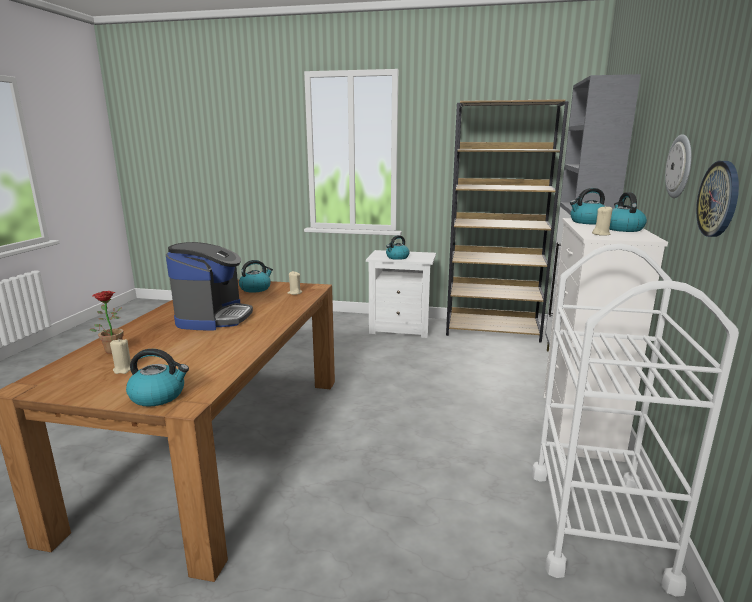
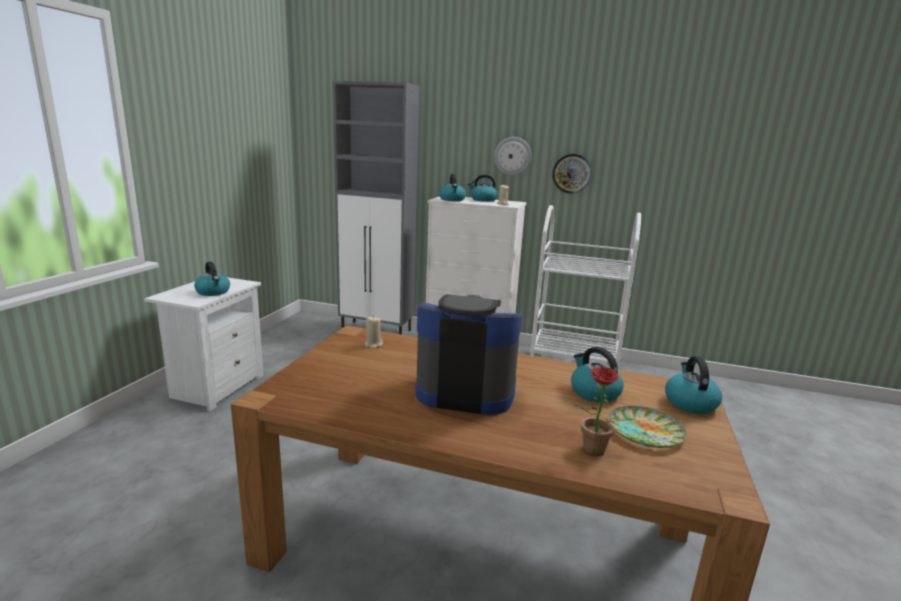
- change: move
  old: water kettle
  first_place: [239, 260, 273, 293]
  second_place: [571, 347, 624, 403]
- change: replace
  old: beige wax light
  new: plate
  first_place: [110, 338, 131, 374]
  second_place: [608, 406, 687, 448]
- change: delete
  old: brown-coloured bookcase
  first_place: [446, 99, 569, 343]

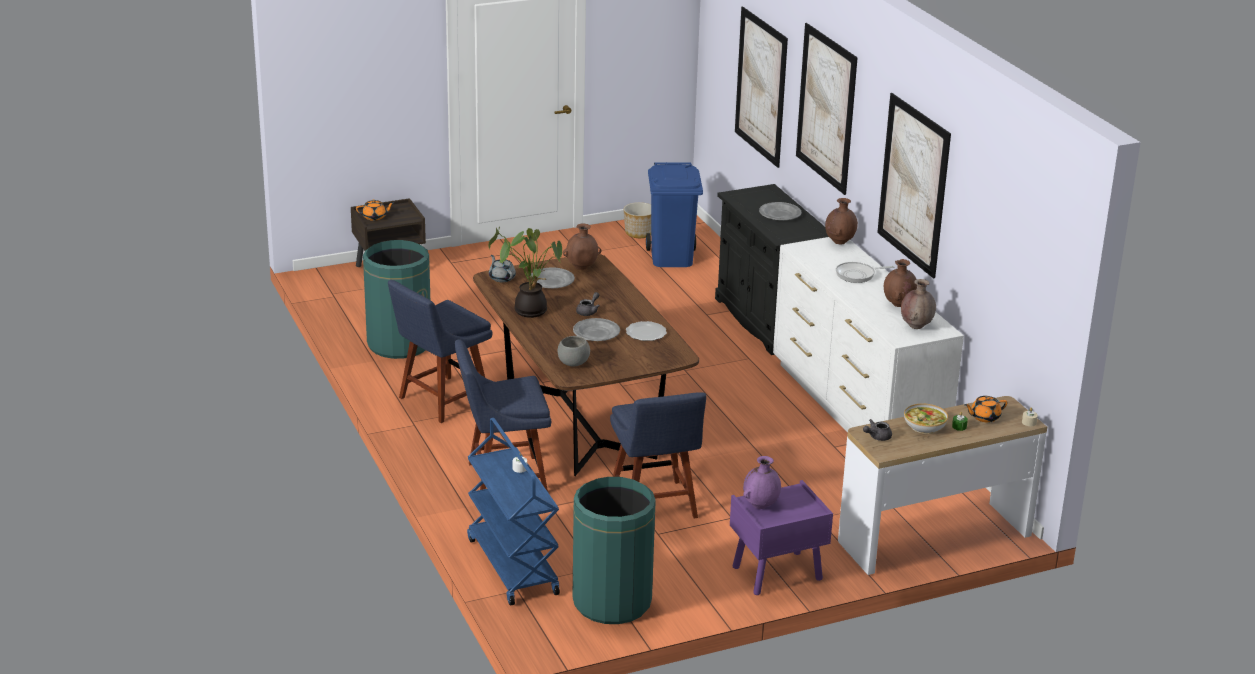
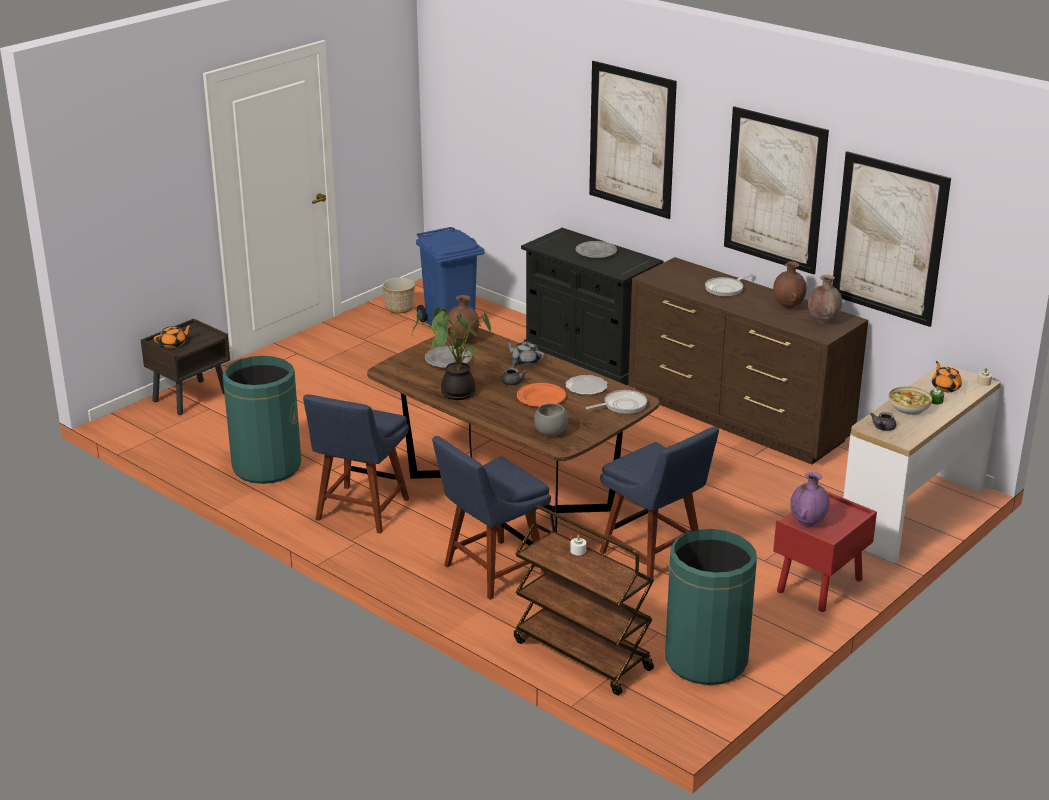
- change: move
  old: greyish teapot
  first_place: [489, 255, 516, 282]
  second_place: [506, 341, 545, 366]
- change: recolor
  old: bluish trolley
  new: brown-coloured trolley
  first_place: [467, 418, 560, 606]
  second_place: [514, 505, 654, 695]
- change: recolor
  old: greyish plate
  new: orangey plate
  first_place: [573, 318, 620, 341]
  second_place: [517, 383, 566, 407]
- change: insert
  new: pan
  second_place: [586, 390, 647, 414]
- change: recolor
  old: white dresser
  new: brown-coloured dresser
  first_place: [773, 237, 964, 433]
  second_place: [628, 257, 868, 465]
- change: recolor
  old: purple bedside table
  new: reddish bedside table
  first_place: [730, 480, 833, 595]
  second_place: [773, 491, 877, 612]
- change: move
  old: wall picture
  first_place: [735, 7, 788, 168]
  second_place: [832, 151, 951, 327]
- change: rotate
  old: orangey teapot
  first_place: [964, 396, 1007, 423]
  second_place: [932, 361, 962, 392]
  degrees: 120
- change: delete
  old: brown-coloured flower vase
  first_place: [825, 198, 858, 245]

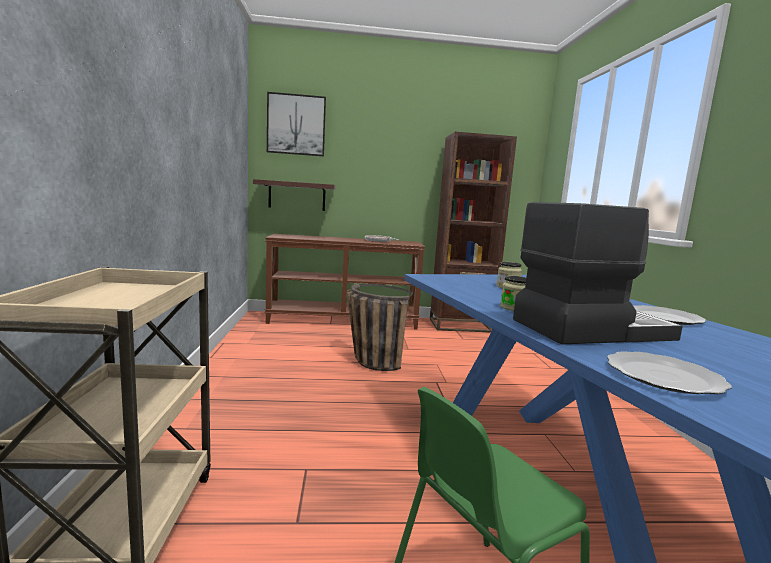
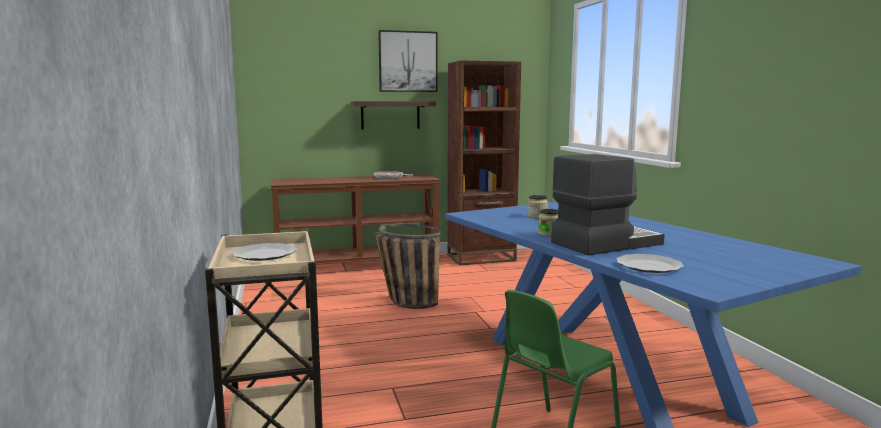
- change: move
  old: plate
  first_place: [634, 305, 707, 325]
  second_place: [231, 243, 297, 261]
- change: move
  old: shelf
  first_place: [253, 179, 335, 211]
  second_place: [350, 101, 436, 129]
- change: move
  old: wall picture
  first_place: [267, 92, 326, 156]
  second_place: [378, 30, 438, 92]

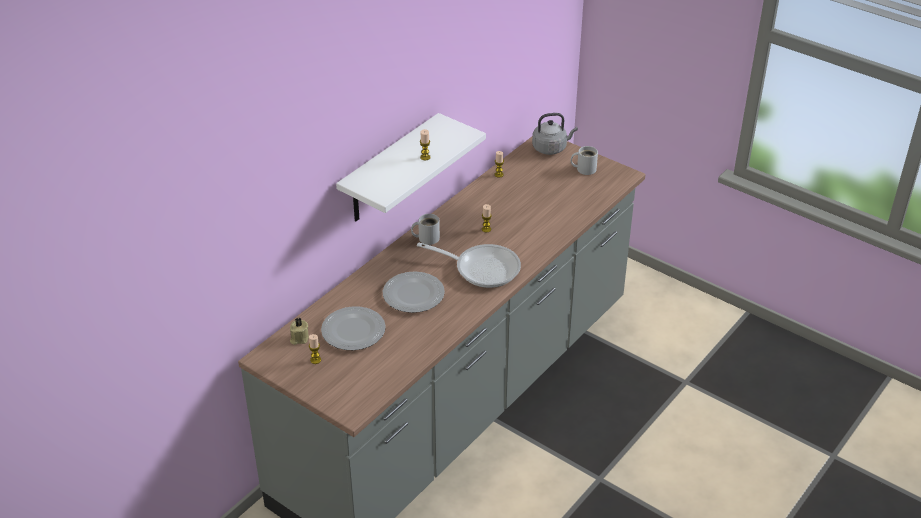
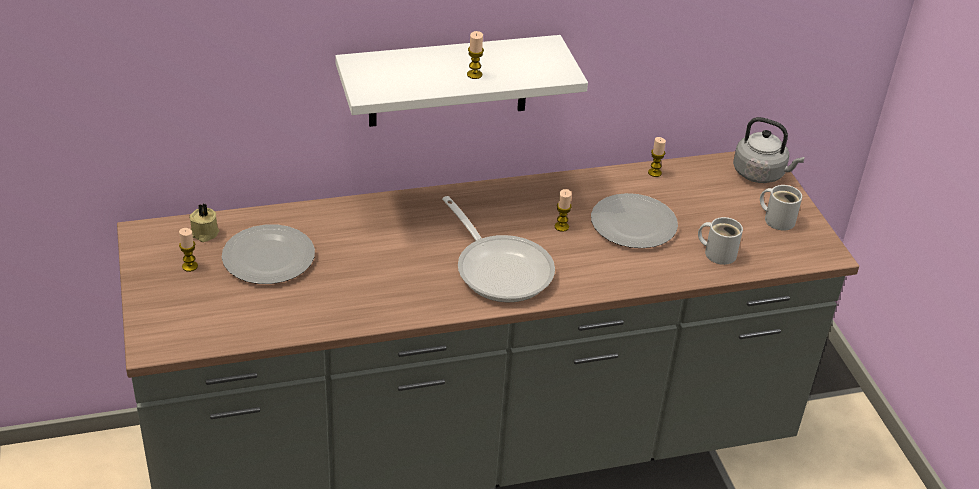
- change: move
  old: plate
  first_place: [383, 271, 445, 313]
  second_place: [591, 193, 678, 248]
- change: move
  old: white coffee mug
  first_place: [411, 214, 440, 245]
  second_place: [698, 217, 743, 265]

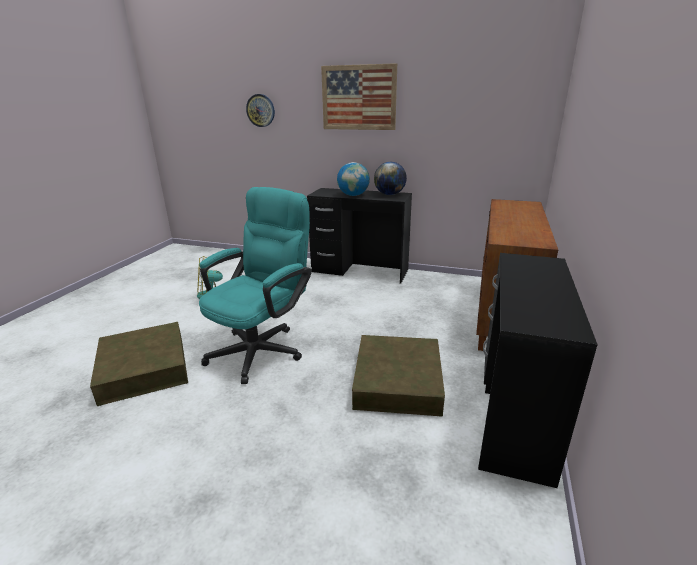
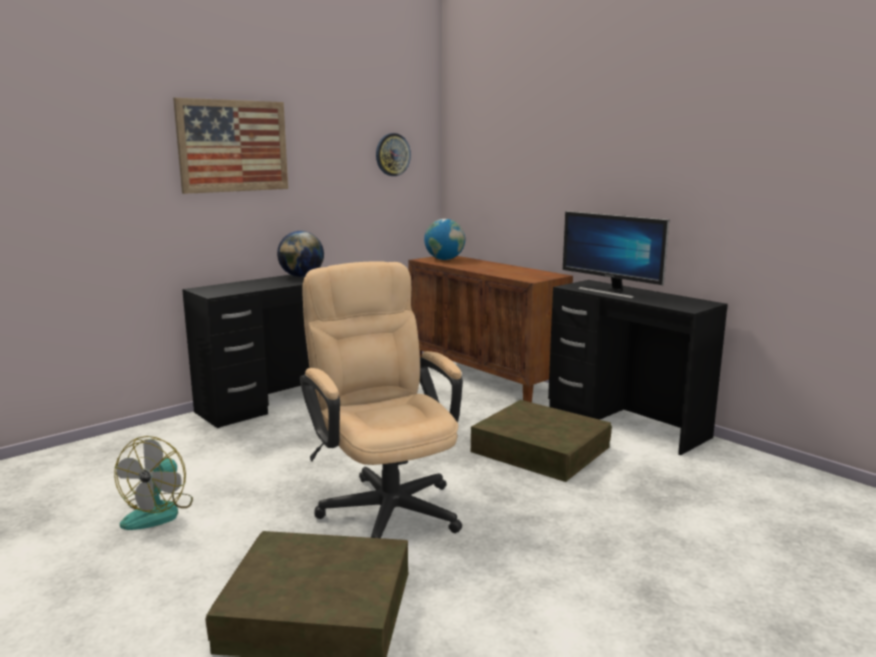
- change: recolor
  old: turquoise office chair
  new: beige office chair
  first_place: [199, 187, 312, 384]
  second_place: [300, 261, 463, 538]
- change: move
  old: hanging clock
  first_place: [246, 94, 275, 127]
  second_place: [376, 133, 411, 176]
- change: move
  old: globe
  first_place: [337, 162, 370, 196]
  second_place: [424, 219, 465, 260]
- change: insert
  new: computer screen
  second_place: [563, 211, 669, 299]

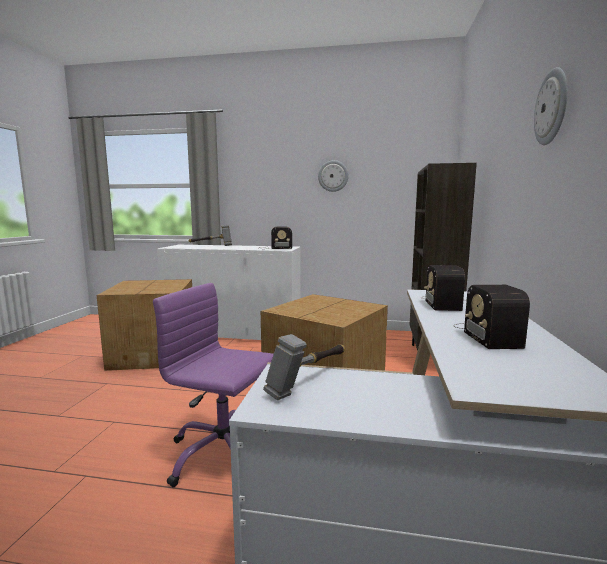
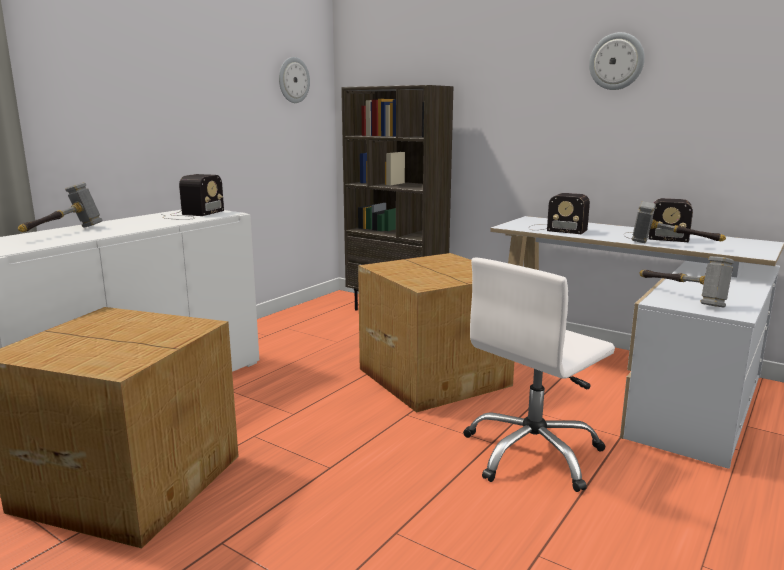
- change: move
  old: hanging clock
  first_place: [318, 160, 348, 192]
  second_place: [279, 57, 310, 103]
- change: recolor
  old: purple office chair
  new: white office chair
  first_place: [153, 283, 274, 488]
  second_place: [463, 258, 615, 492]
- change: insert
  new: tool hammer
  second_place: [631, 201, 726, 243]

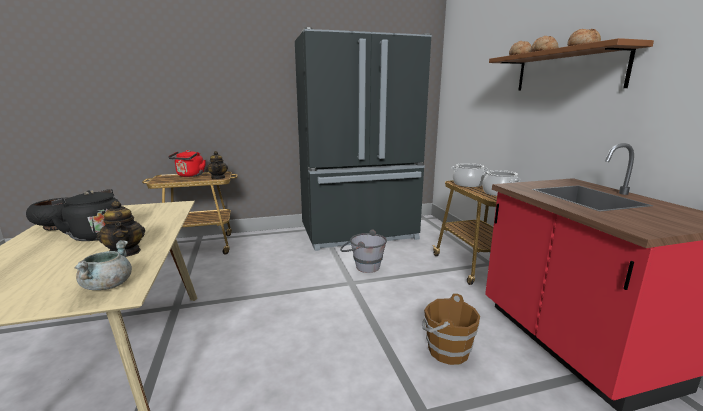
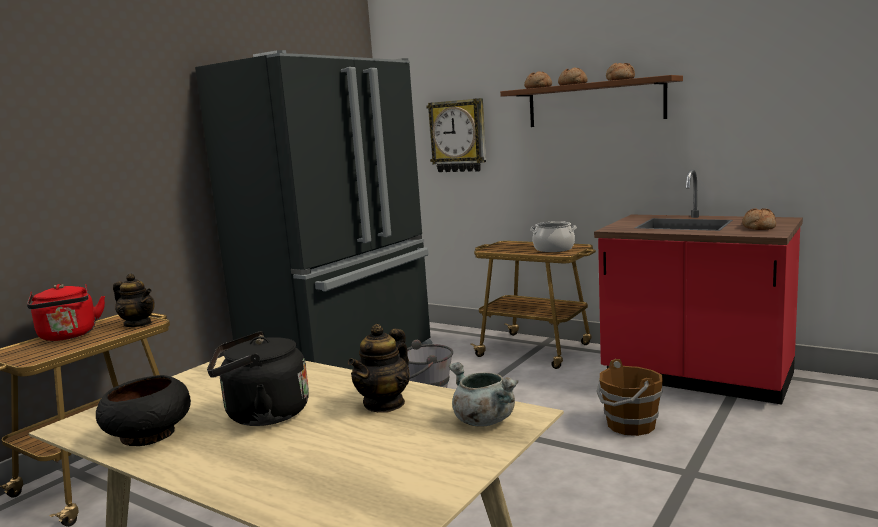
- change: rotate
  old: teapot
  first_place: [97, 201, 145, 257]
  second_place: [348, 324, 410, 413]
  degrees: 105
- change: insert
  new: hanging clock
  second_place: [426, 98, 486, 172]
- change: insert
  new: bread
  second_place: [742, 208, 776, 230]
- change: delete
  old: stockpot
  first_place: [452, 163, 488, 187]

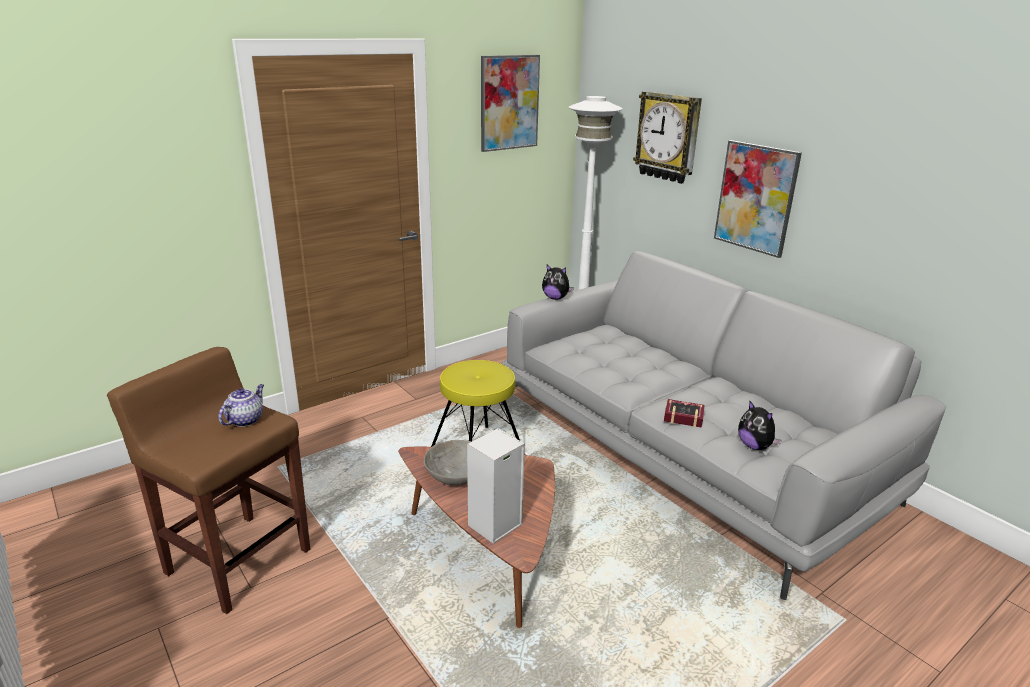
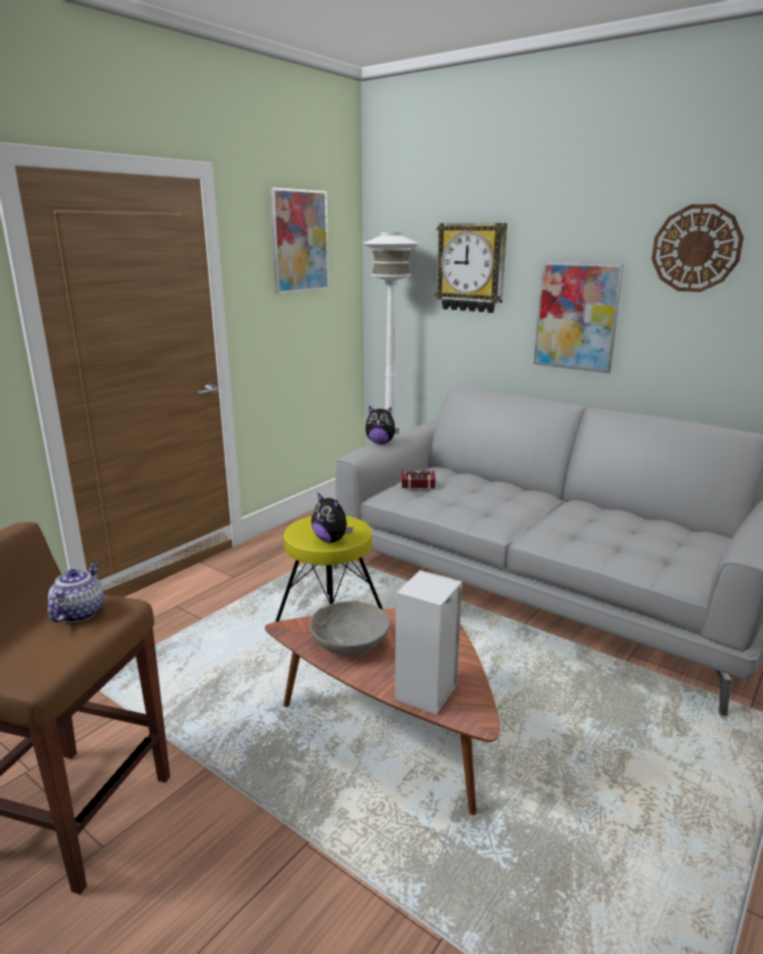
- change: move
  old: cuddly toy
  first_place: [738, 400, 782, 450]
  second_place: [311, 493, 353, 543]
- change: move
  old: book
  first_place: [664, 399, 705, 428]
  second_place: [402, 471, 436, 489]
- change: insert
  new: hanging clock
  second_place: [652, 204, 744, 292]

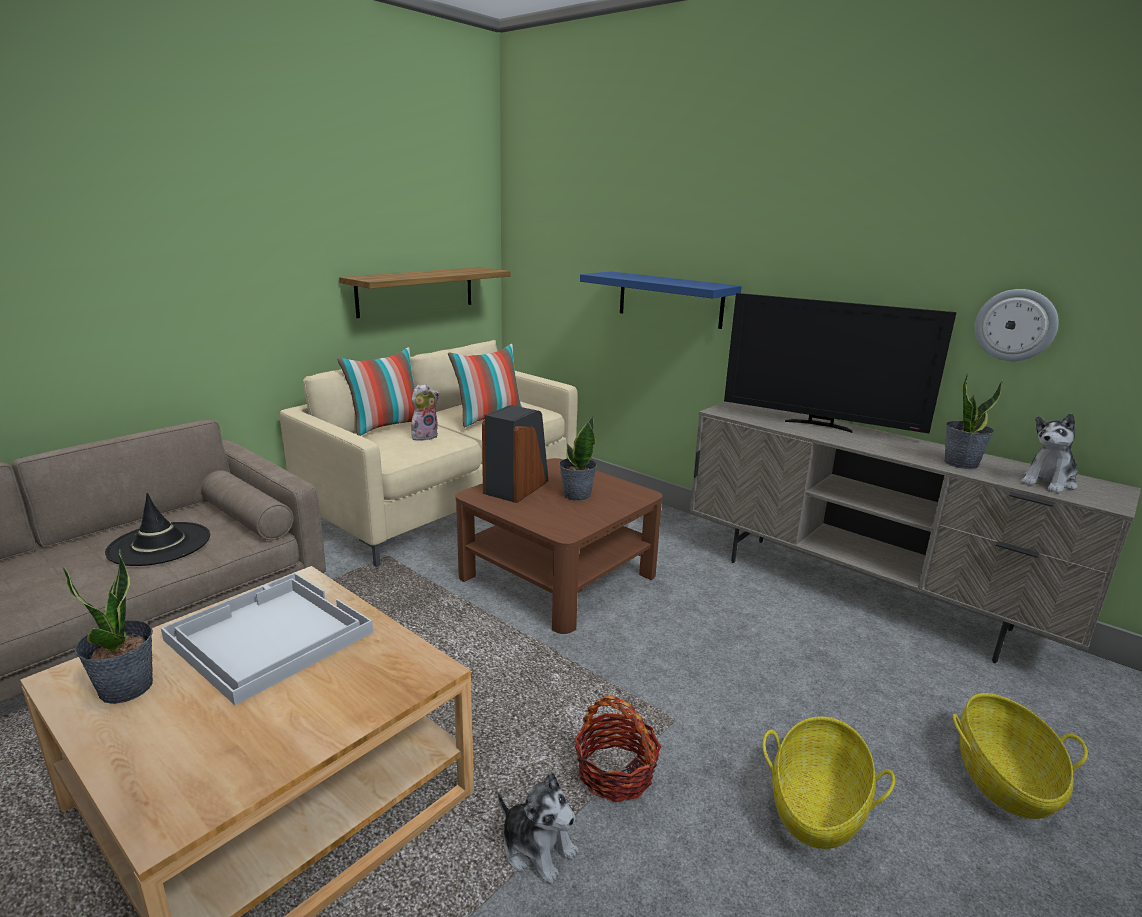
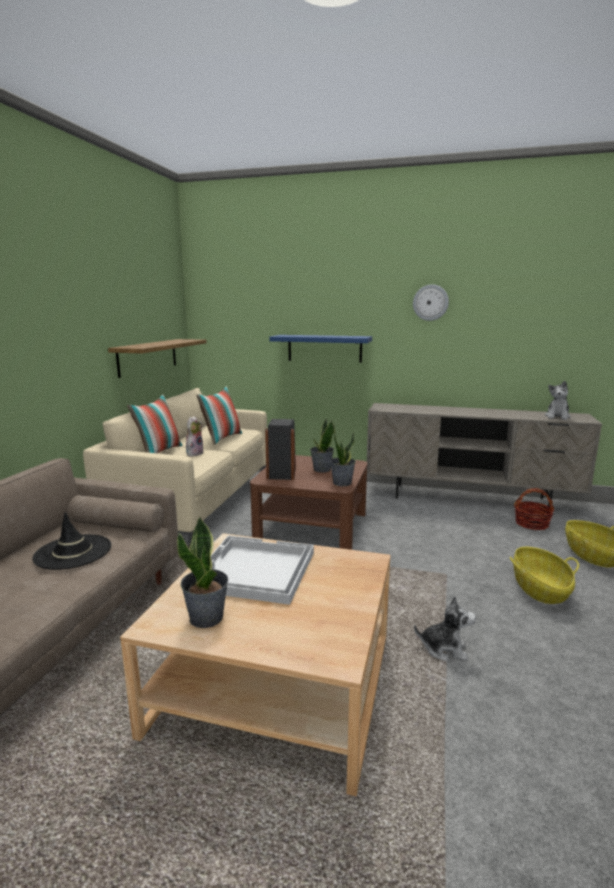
- change: move
  old: houseplant
  first_place: [944, 373, 1003, 469]
  second_place: [330, 431, 356, 486]
- change: move
  old: hanging clock
  first_place: [975, 289, 1059, 361]
  second_place: [413, 284, 449, 321]
- change: move
  old: storage basket
  first_place: [574, 696, 661, 803]
  second_place: [514, 488, 554, 530]
- change: delete
  old: TV set
  first_place: [724, 293, 956, 433]

